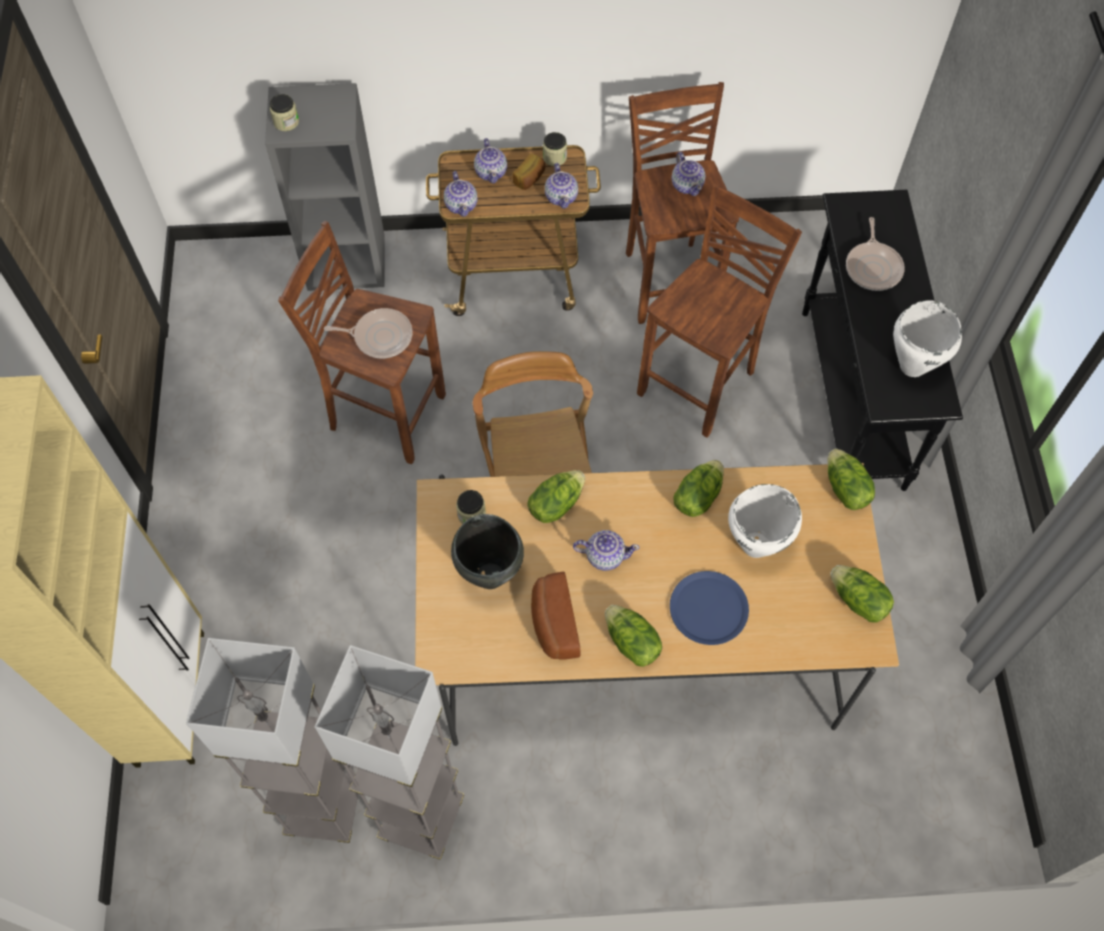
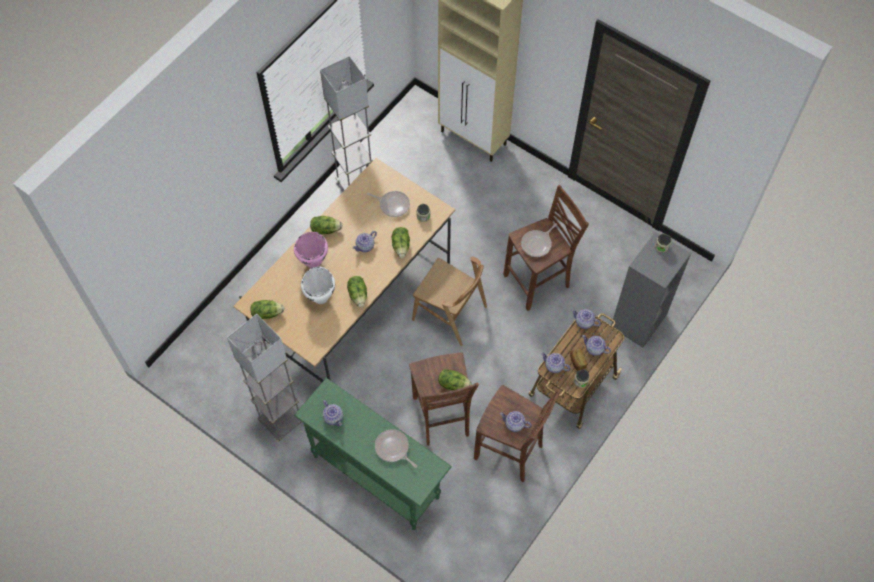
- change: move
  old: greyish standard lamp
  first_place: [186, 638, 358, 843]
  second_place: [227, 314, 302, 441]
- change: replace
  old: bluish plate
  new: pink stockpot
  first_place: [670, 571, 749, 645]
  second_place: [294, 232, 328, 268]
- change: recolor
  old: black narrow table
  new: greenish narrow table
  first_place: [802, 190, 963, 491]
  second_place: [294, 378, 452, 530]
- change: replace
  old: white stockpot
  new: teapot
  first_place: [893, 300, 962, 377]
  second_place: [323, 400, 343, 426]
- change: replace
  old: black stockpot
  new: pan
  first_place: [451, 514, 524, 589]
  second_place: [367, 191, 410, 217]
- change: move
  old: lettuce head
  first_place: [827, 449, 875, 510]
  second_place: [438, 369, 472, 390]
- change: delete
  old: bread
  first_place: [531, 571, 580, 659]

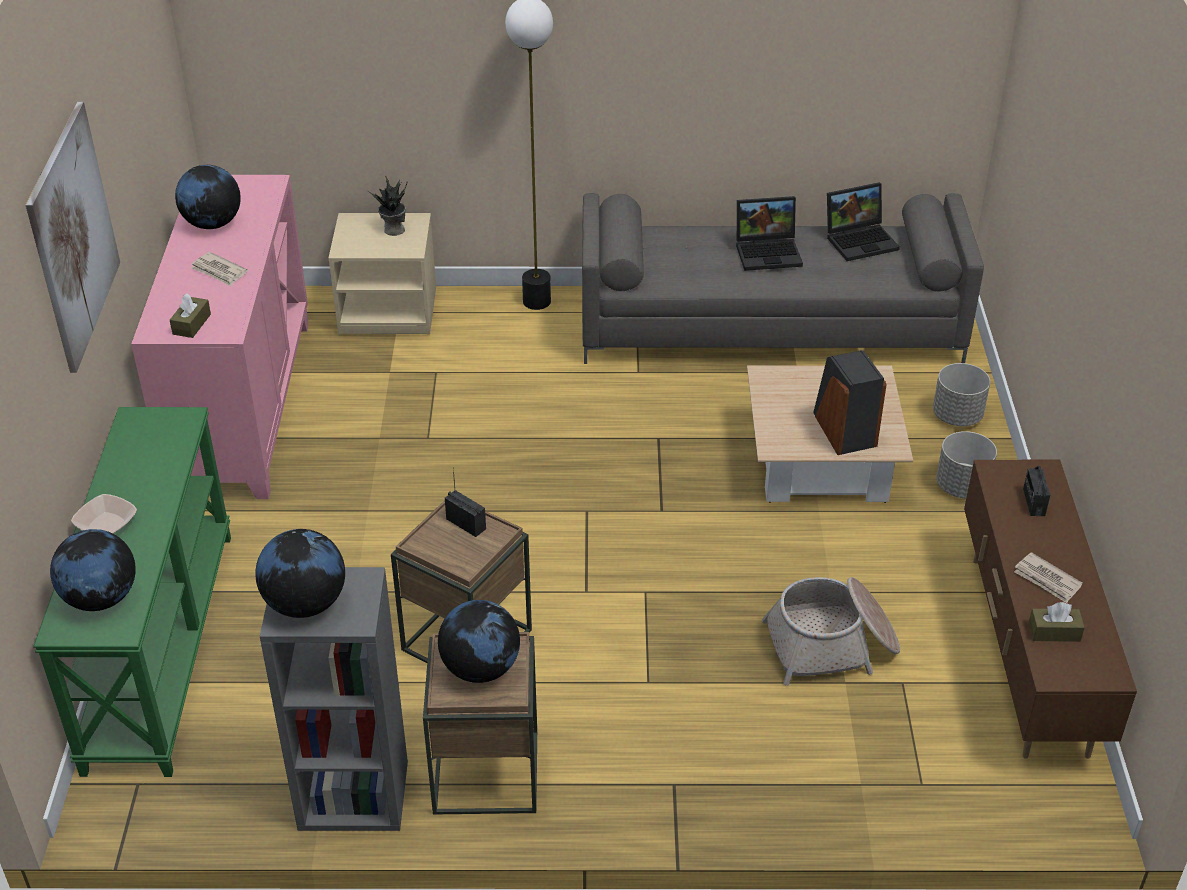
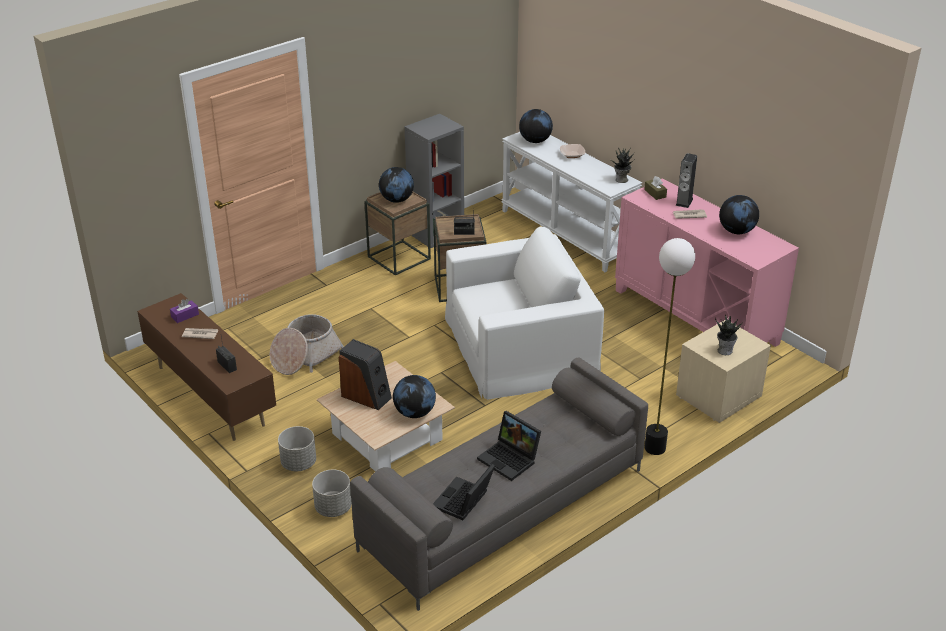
- change: recolor
  old: brown-coloured box of tissues
  new: purple box of tissues
  first_place: [1028, 602, 1085, 642]
  second_place: [170, 299, 199, 323]
- change: move
  old: globe
  first_place: [255, 529, 345, 618]
  second_place: [393, 375, 436, 418]
- change: insert
  new: white armchair
  second_place: [445, 227, 604, 400]
- change: rotate
  old: portable computer
  first_place: [736, 196, 803, 271]
  second_place: [477, 411, 541, 481]
  degrees: -90
- change: recolor
  old: greenish narrow table
  new: white narrow table
  first_place: [33, 407, 231, 777]
  second_place: [501, 132, 642, 272]
- change: insert
  new: houseplant
  second_place: [611, 147, 634, 183]
- change: insert
  new: speaker
  second_place: [675, 153, 697, 208]
- change: delete
  old: wall picture
  first_place: [26, 102, 120, 373]

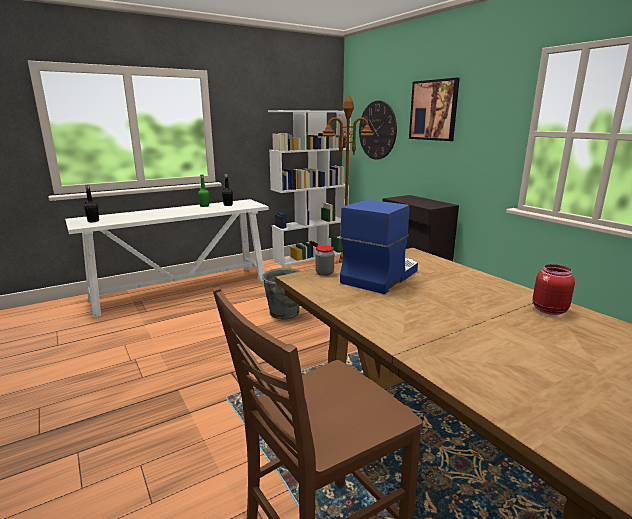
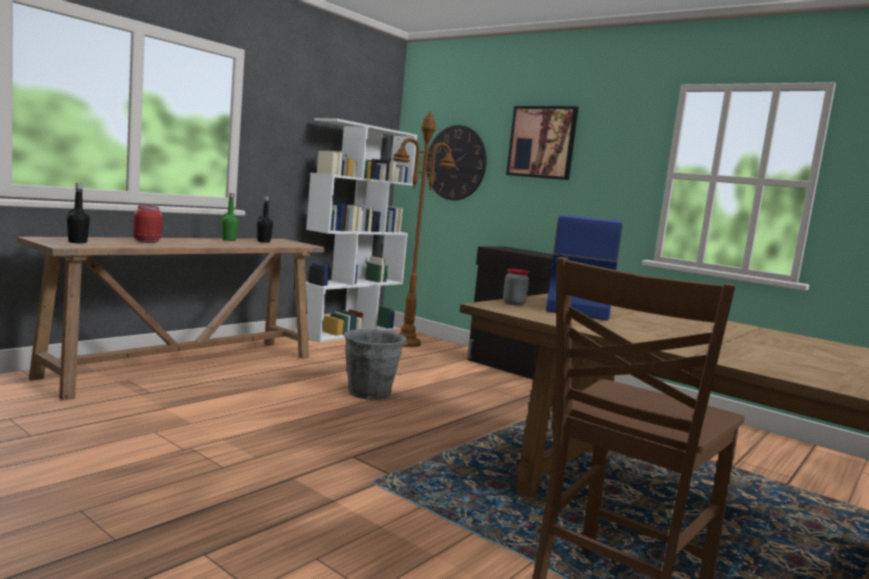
- change: recolor
  old: white narrow table
  new: brown-coloured narrow table
  first_place: [65, 199, 269, 318]
  second_place: [17, 237, 325, 401]
- change: move
  old: reddish storage jar
  first_place: [532, 264, 575, 315]
  second_place: [133, 205, 162, 243]

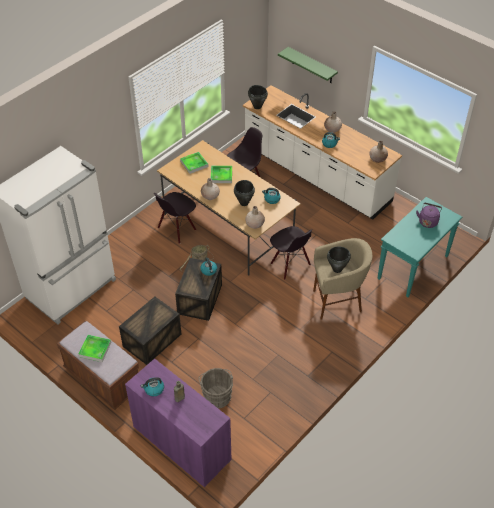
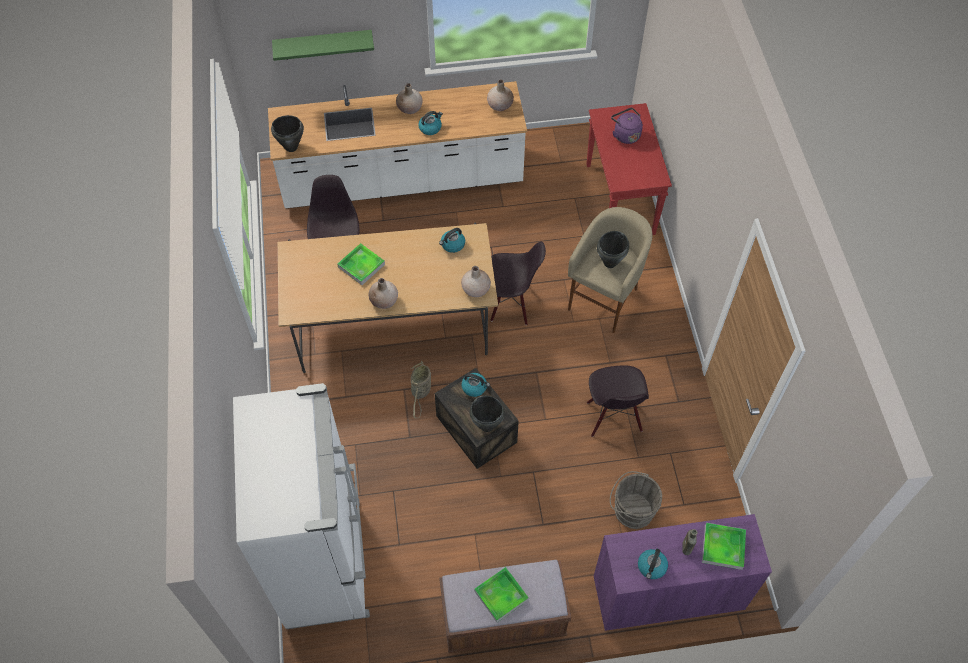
- change: move
  old: black stockpot
  first_place: [234, 180, 255, 206]
  second_place: [470, 396, 505, 432]
- change: recolor
  old: turquoise narrow table
  new: reddish narrow table
  first_place: [377, 197, 462, 297]
  second_place: [586, 103, 672, 235]
- change: move
  old: black plain chair
  first_place: [154, 192, 196, 244]
  second_place: [587, 365, 649, 437]
- change: move
  old: carrying tray
  first_place: [180, 152, 208, 174]
  second_place: [702, 523, 746, 570]
- change: delete
  old: crate
  first_place: [119, 296, 181, 365]

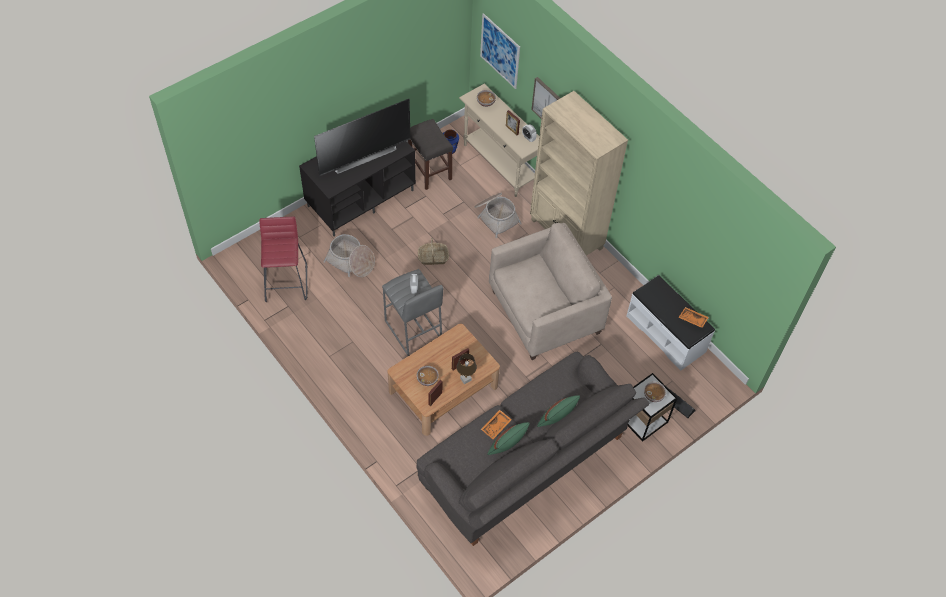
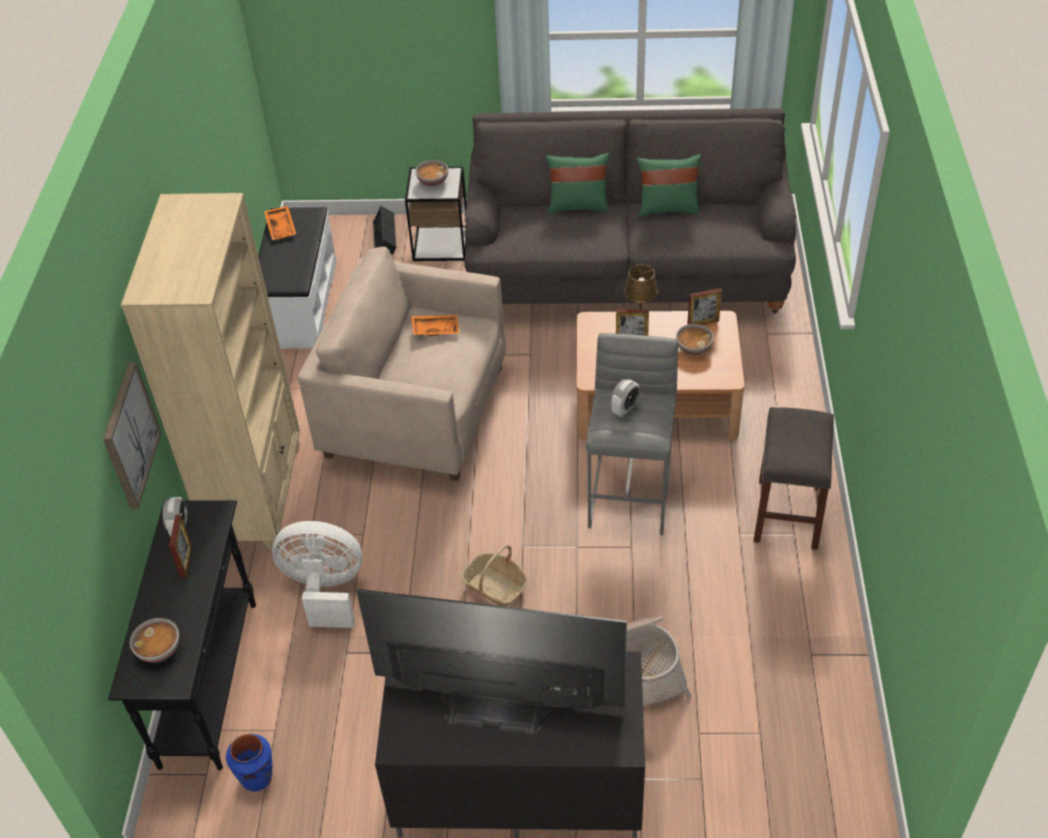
- change: recolor
  old: beige narrow table
  new: black narrow table
  first_place: [459, 84, 539, 197]
  second_place: [108, 500, 256, 770]
- change: replace
  old: storage basket
  new: white fan
  first_place: [474, 193, 522, 238]
  second_place: [272, 521, 362, 628]
- change: move
  old: orangey carrying tray
  first_place: [481, 410, 512, 439]
  second_place: [411, 315, 460, 336]
- change: move
  old: greyish stool
  first_place: [408, 119, 453, 190]
  second_place: [754, 407, 834, 550]
- change: delete
  old: reddish stool
  first_place: [259, 216, 308, 302]
- change: delete
  old: wall picture
  first_place: [480, 13, 520, 89]

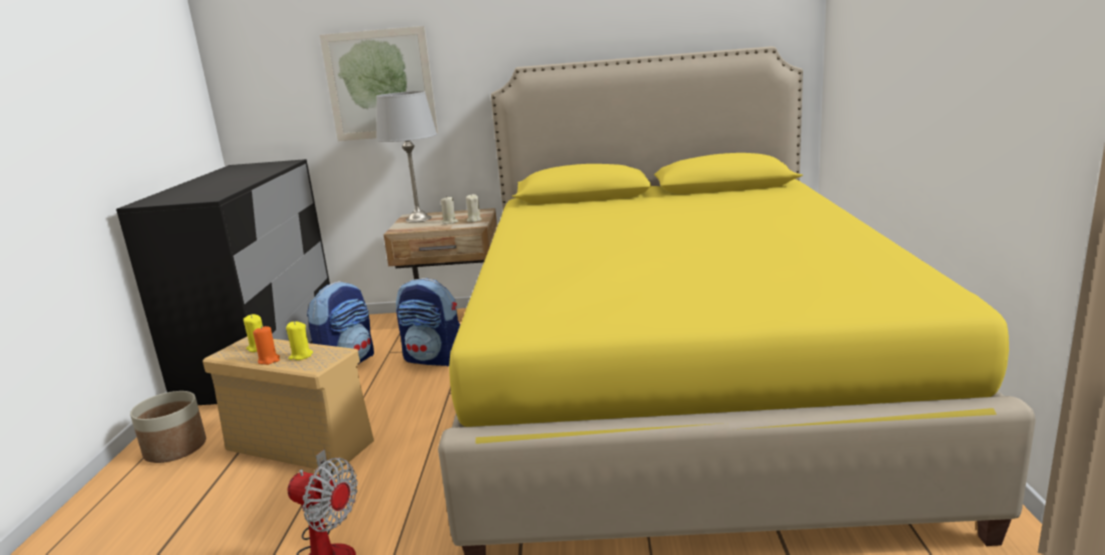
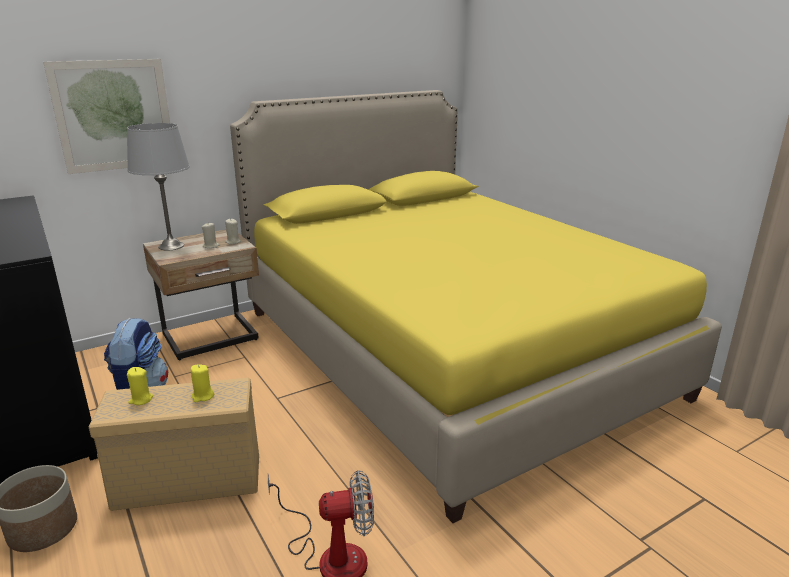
- change: delete
  old: orangey wax light
  first_place: [253, 326, 280, 365]
- change: delete
  old: rucksack
  first_place: [396, 278, 460, 367]

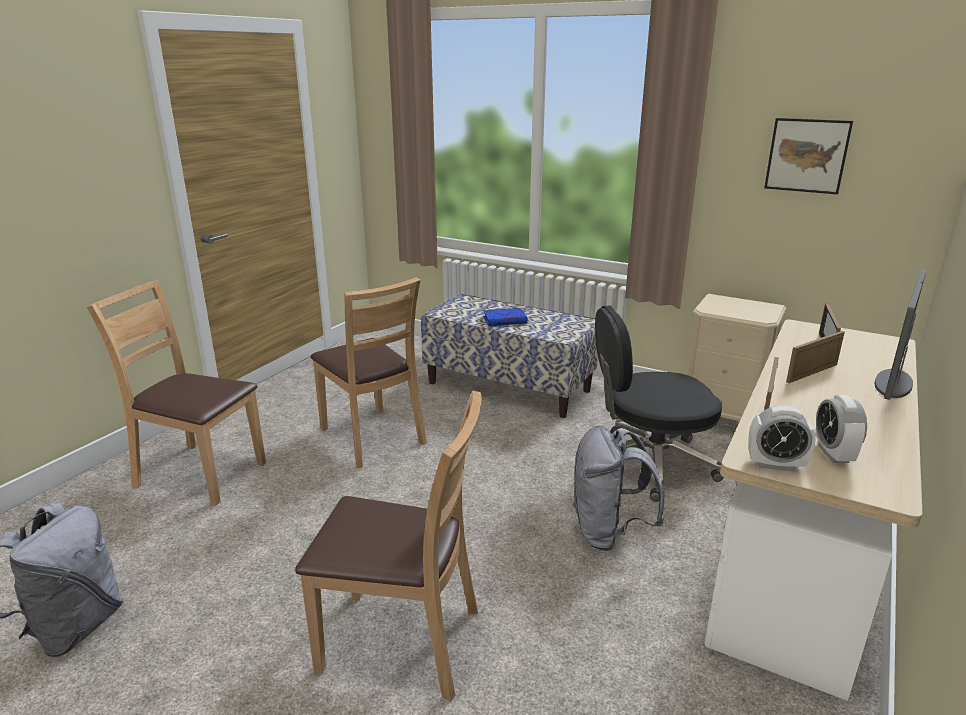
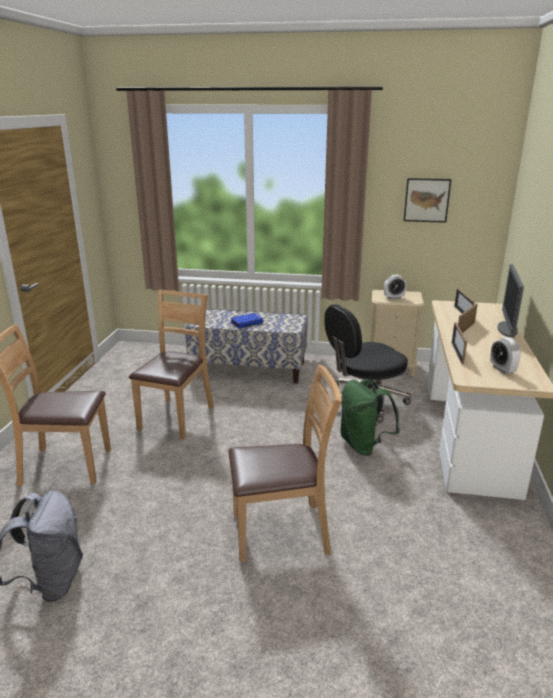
- change: rotate
  old: brown-coloured plain chair
  first_place: [310, 277, 427, 468]
  second_place: [129, 290, 214, 440]
  degrees: -105
- change: recolor
  old: greyish rucksack
  new: greenish rucksack
  first_place: [572, 426, 664, 551]
  second_place: [340, 379, 400, 456]
- change: move
  old: alarm clock
  first_place: [748, 406, 816, 472]
  second_place: [384, 275, 407, 299]

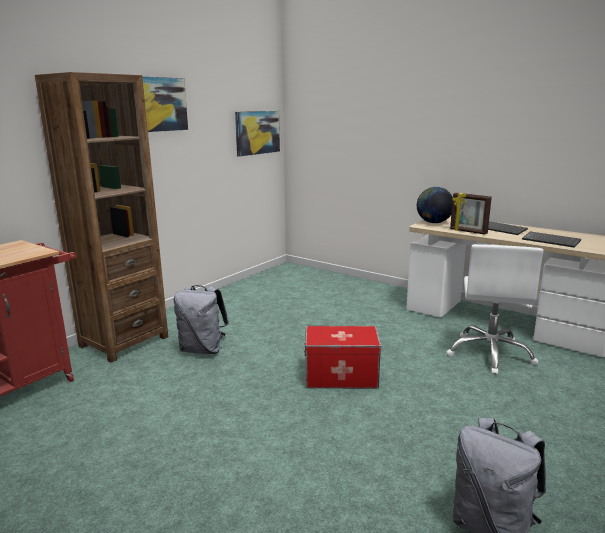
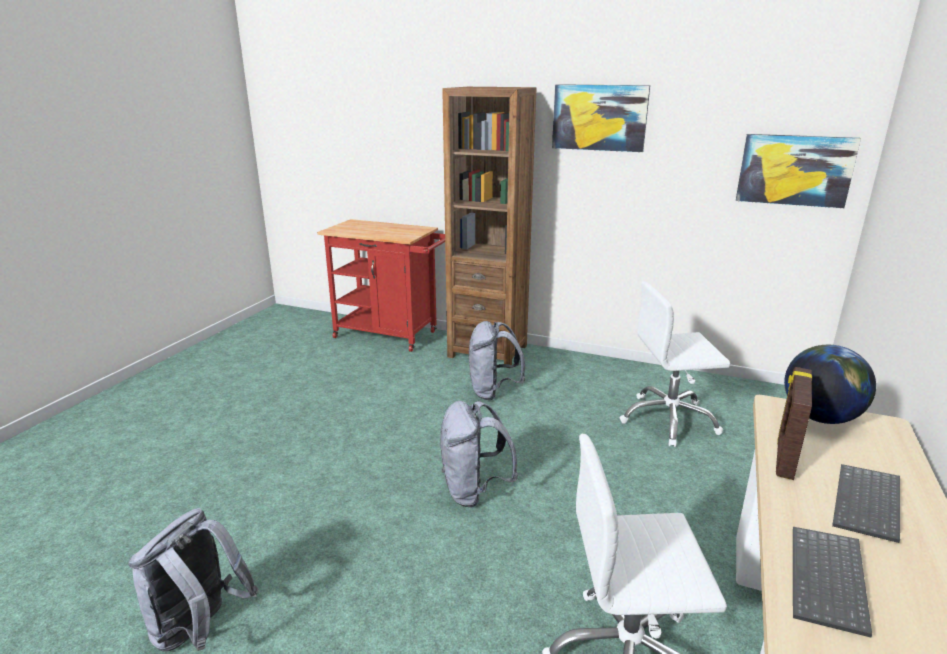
- change: replace
  old: storage bin
  new: greyish rucksack
  first_place: [304, 326, 381, 389]
  second_place: [441, 401, 518, 507]
- change: insert
  new: white office chair
  second_place: [620, 281, 730, 447]

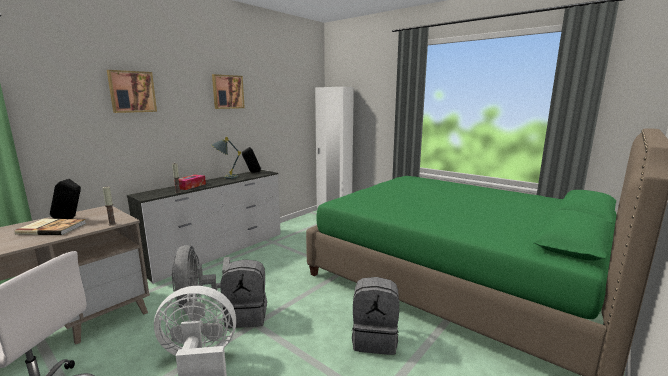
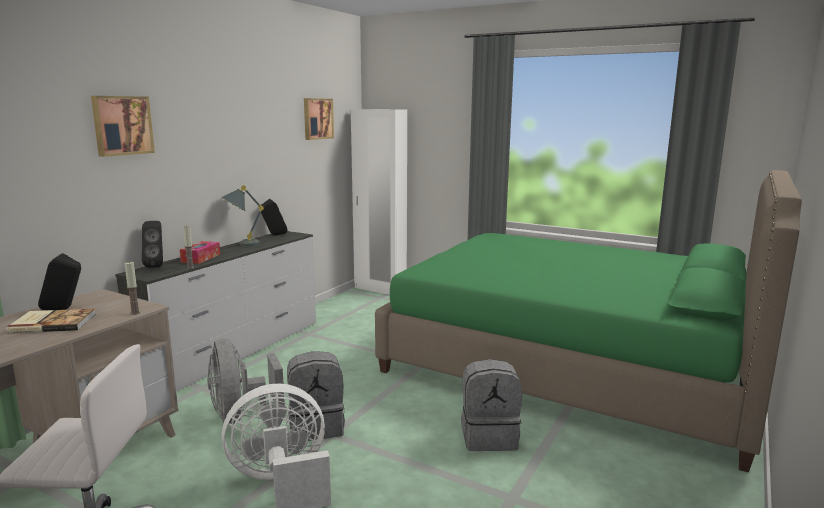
- change: insert
  new: black speaker
  second_place: [142, 221, 163, 268]
- change: move
  old: wall picture
  first_place: [212, 74, 245, 109]
  second_place: [304, 98, 334, 140]

